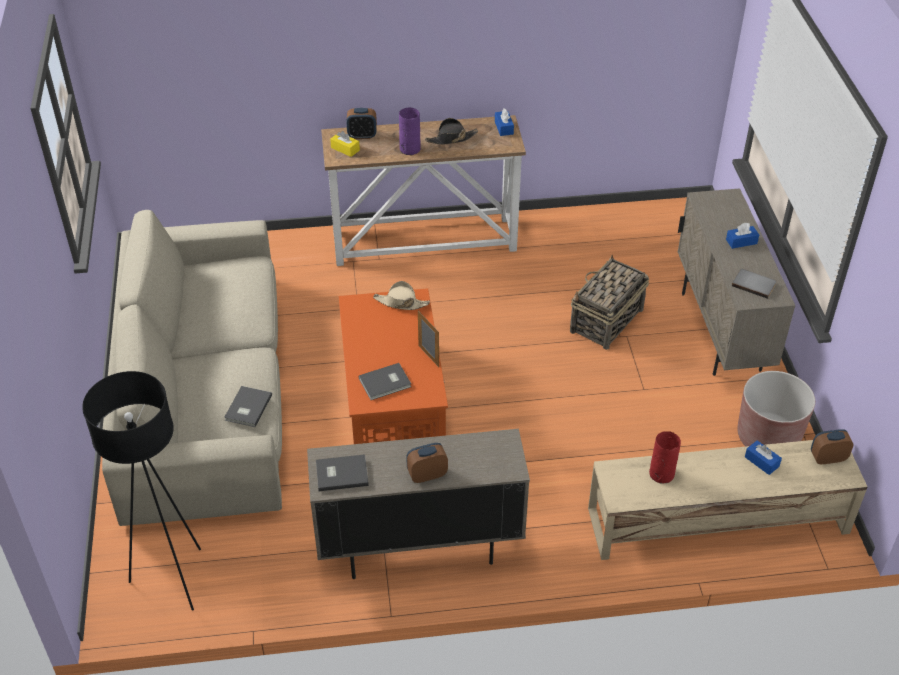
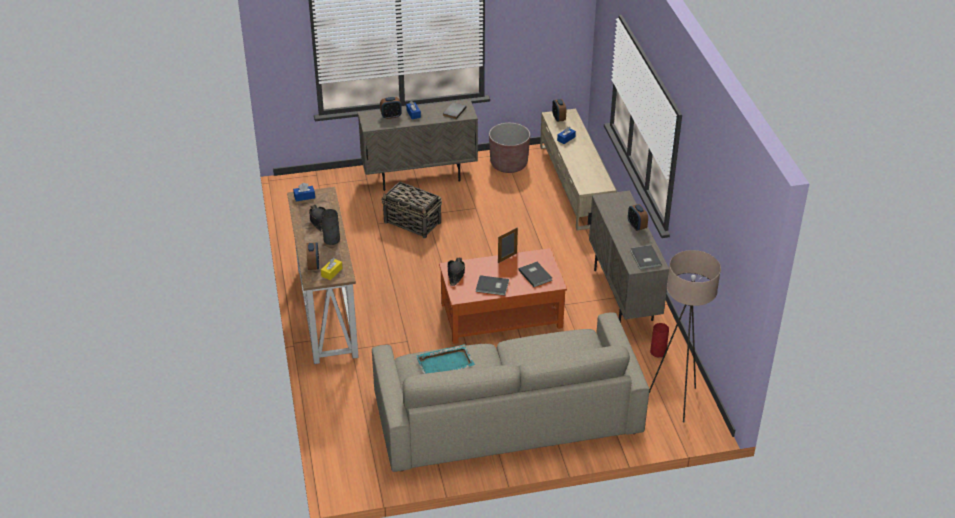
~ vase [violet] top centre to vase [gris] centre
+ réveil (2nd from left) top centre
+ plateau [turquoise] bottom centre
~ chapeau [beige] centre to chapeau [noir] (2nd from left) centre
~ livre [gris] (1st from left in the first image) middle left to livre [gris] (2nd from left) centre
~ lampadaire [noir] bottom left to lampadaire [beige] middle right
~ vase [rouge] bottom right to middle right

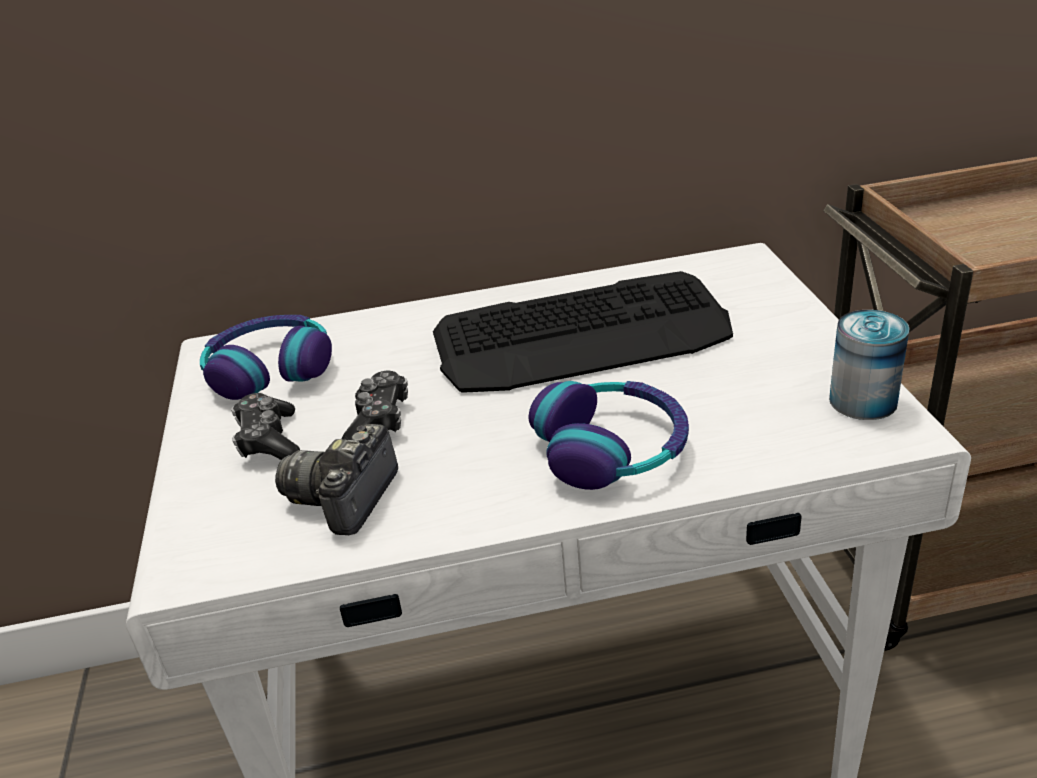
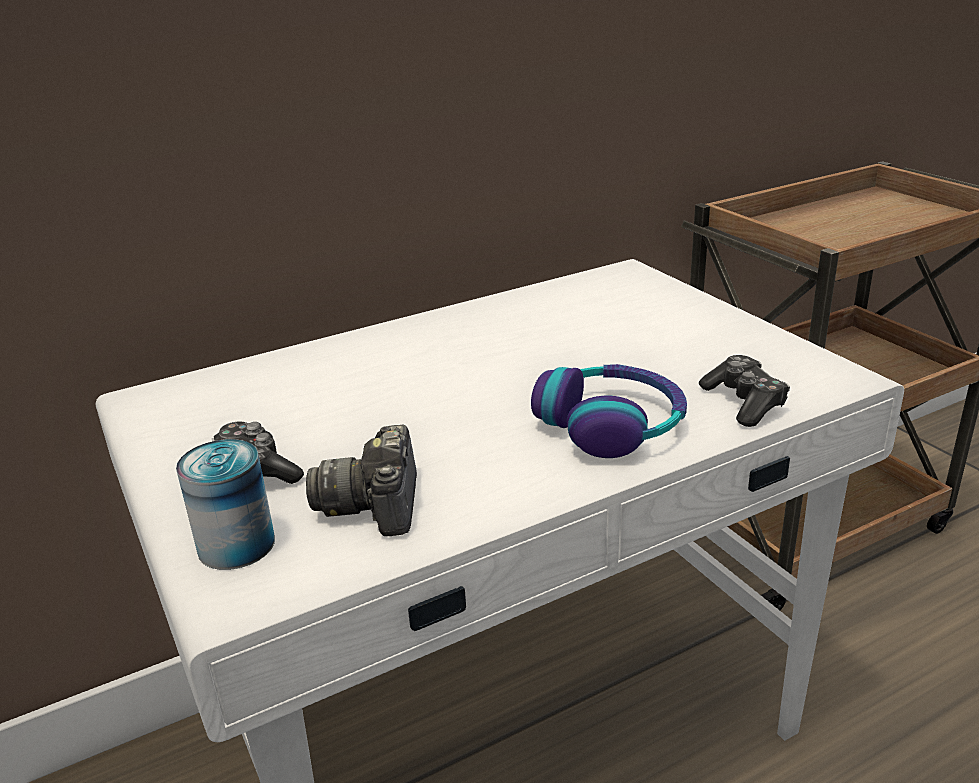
~ boîte métallique middle right to middle left
~ manette (2nd from left) centre to middle right
- casque audio (1st from left) middle left
- clavier centre

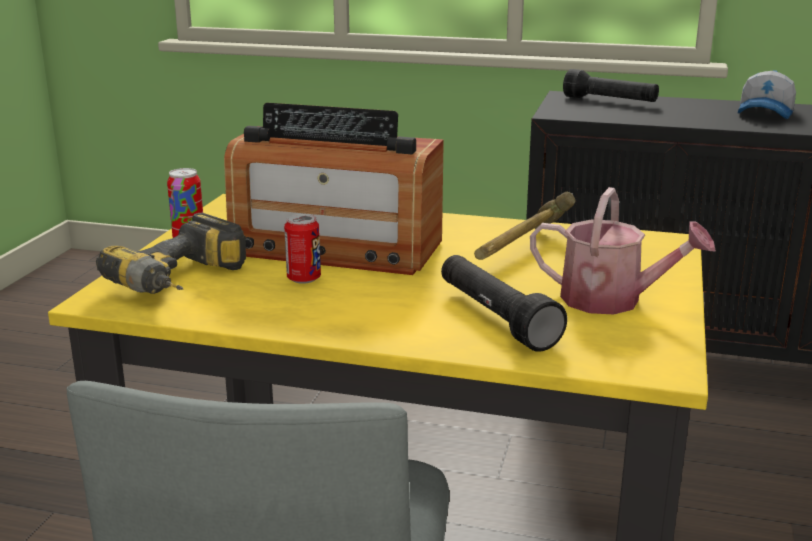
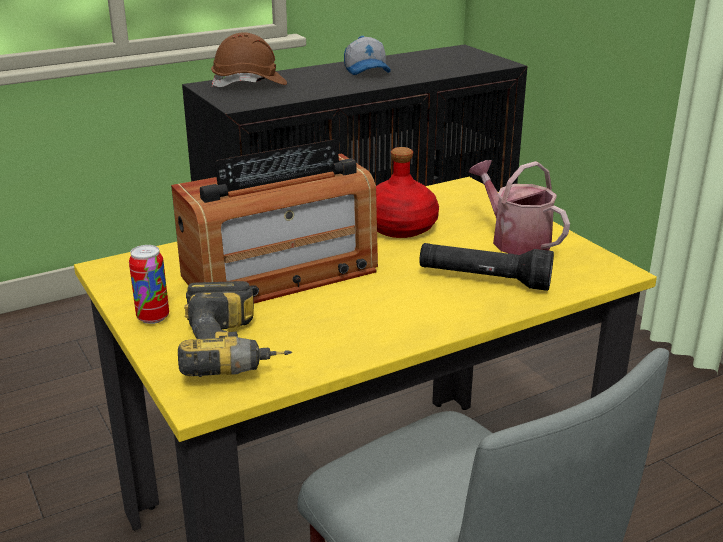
~ lampe de poche [noir] (2nd from left) top right to casque de chantier [marron] top centre
~ marteau centre to bouteille [rouge] centre
~ arrosoir middle right = middle right 105 degrees counterclockwise
- boîte métallique (2nd from left) centre

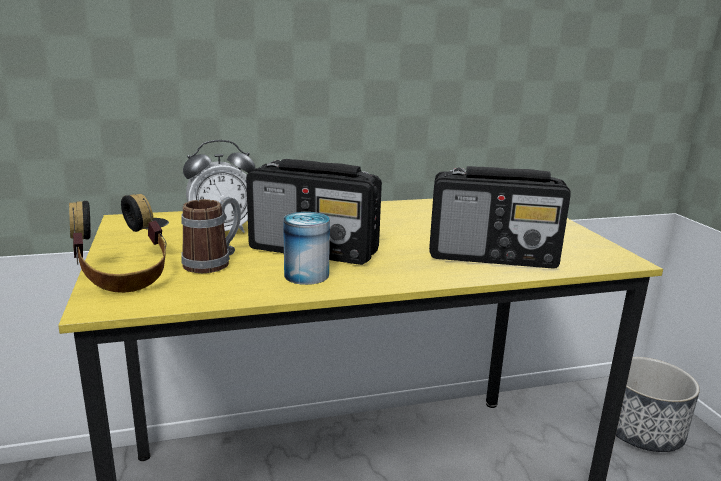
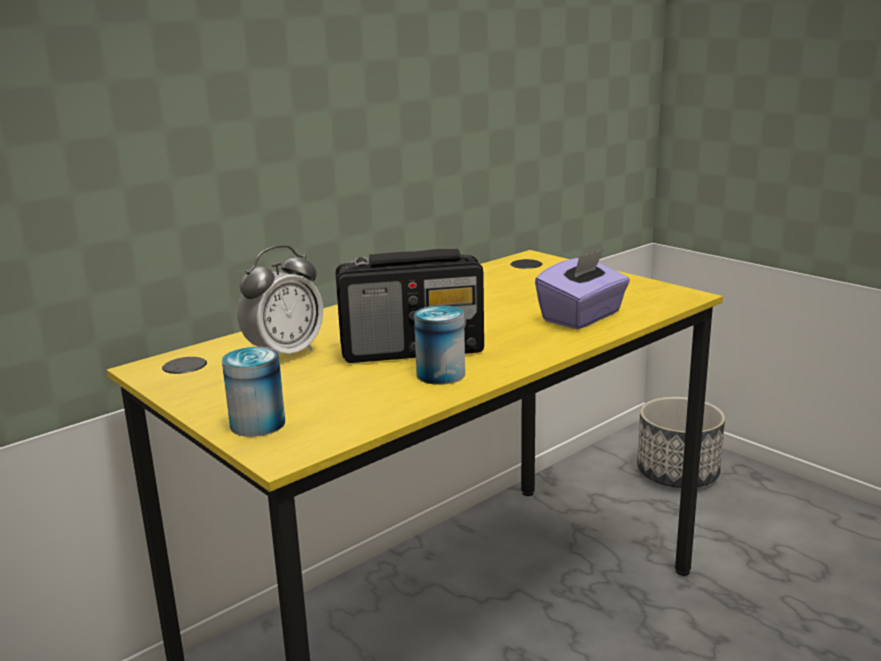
~ casque audio middle left to boîte métallique (1st from left) middle left
~ radio (2nd from left) middle right to boîte à mouchoirs [violet] centre
- mug middle left

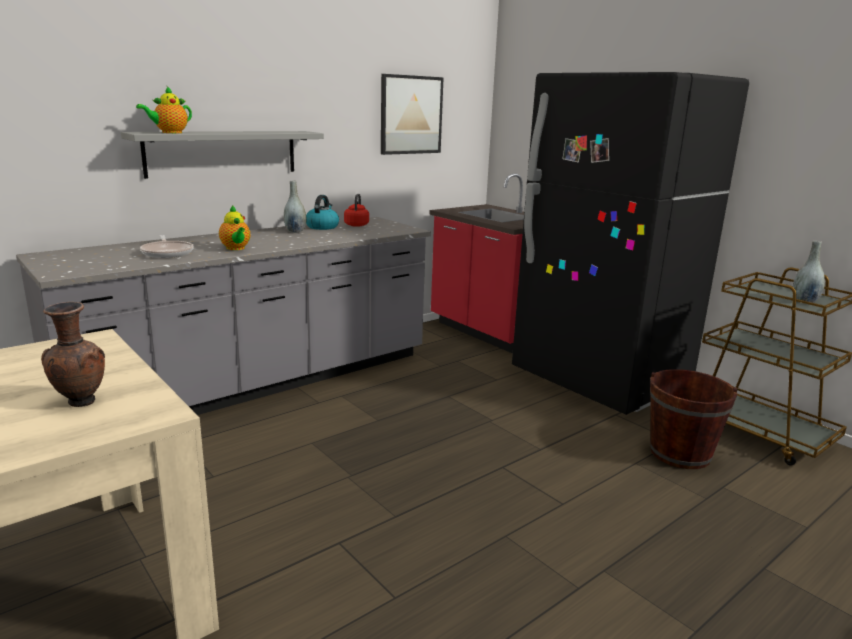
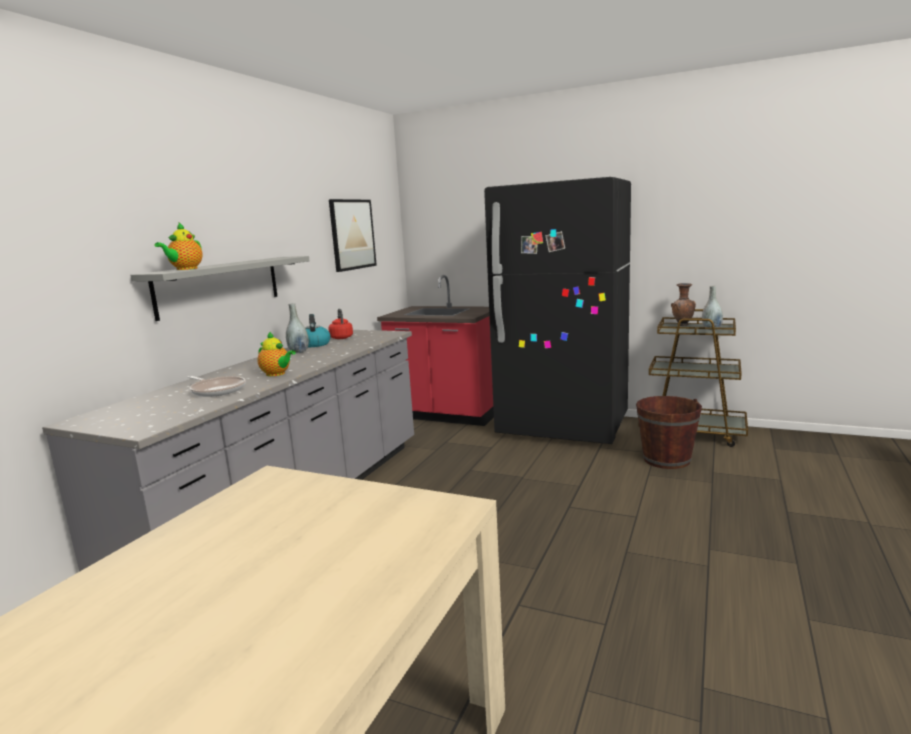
~ vase [marron] middle left to middle right

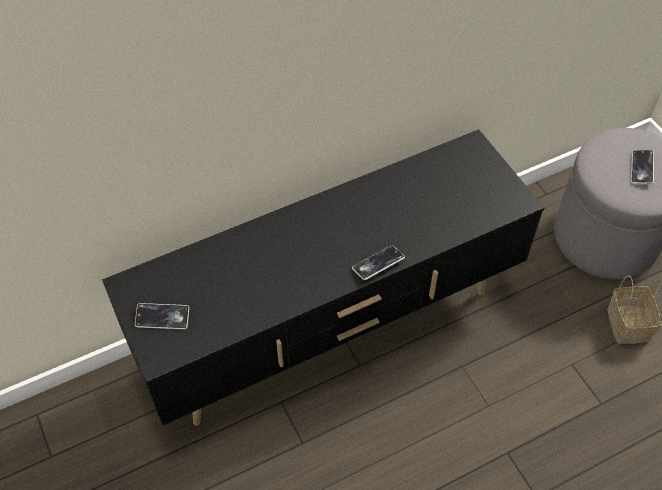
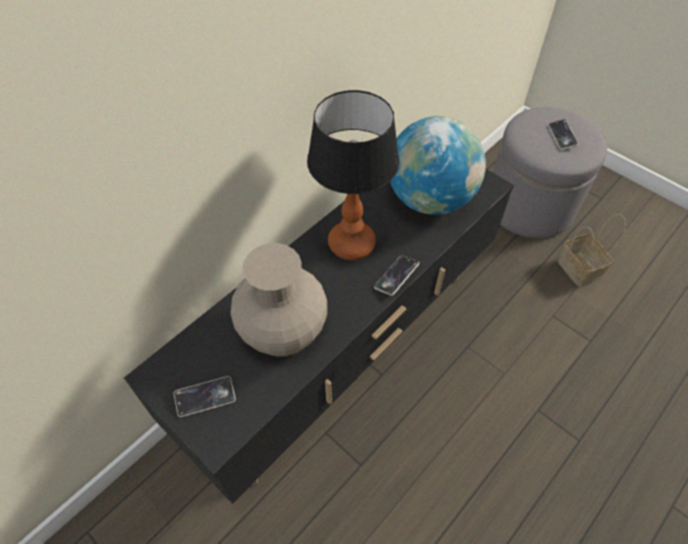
+ vase [beige] centre
+ lampe de table top centre
+ globe top centre

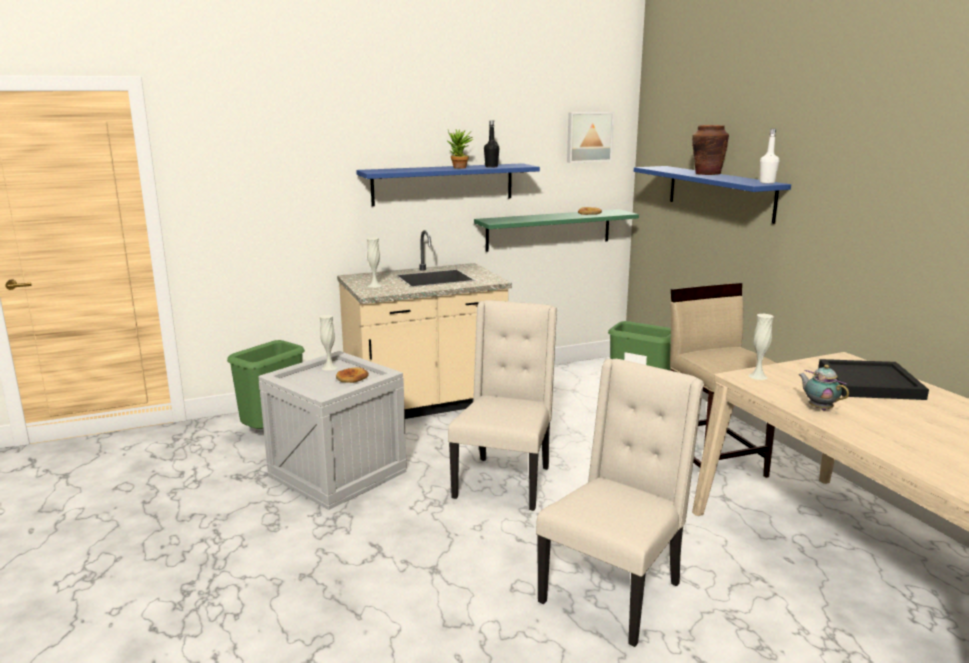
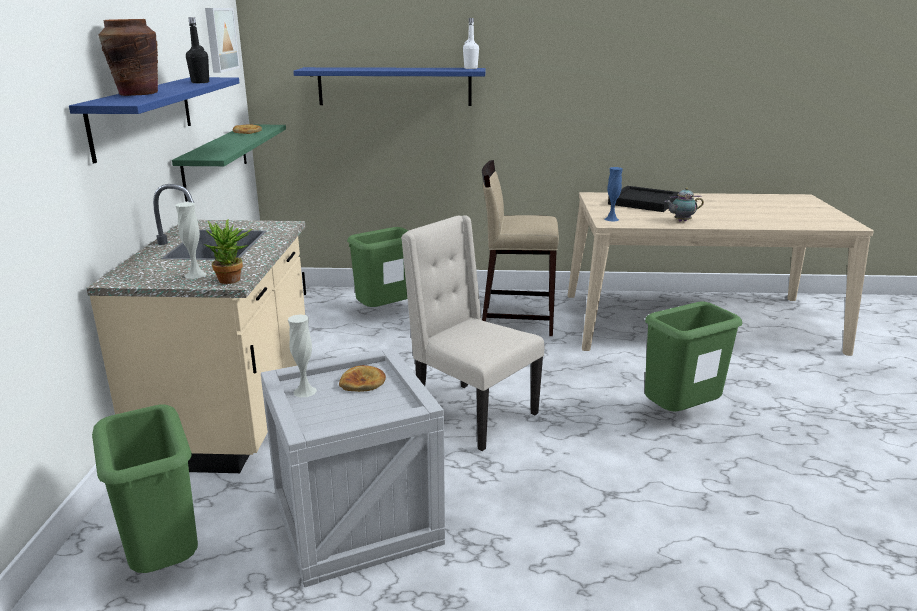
~ vase [marron] top right to top left
~ plante en pot top centre to middle left
~ vase [blanc] (3rd from left) middle right to vase [bleu] top right
~ chaise [beige] (2nd from left) bottom centre to poubelle [vert] (3rd from left) middle right

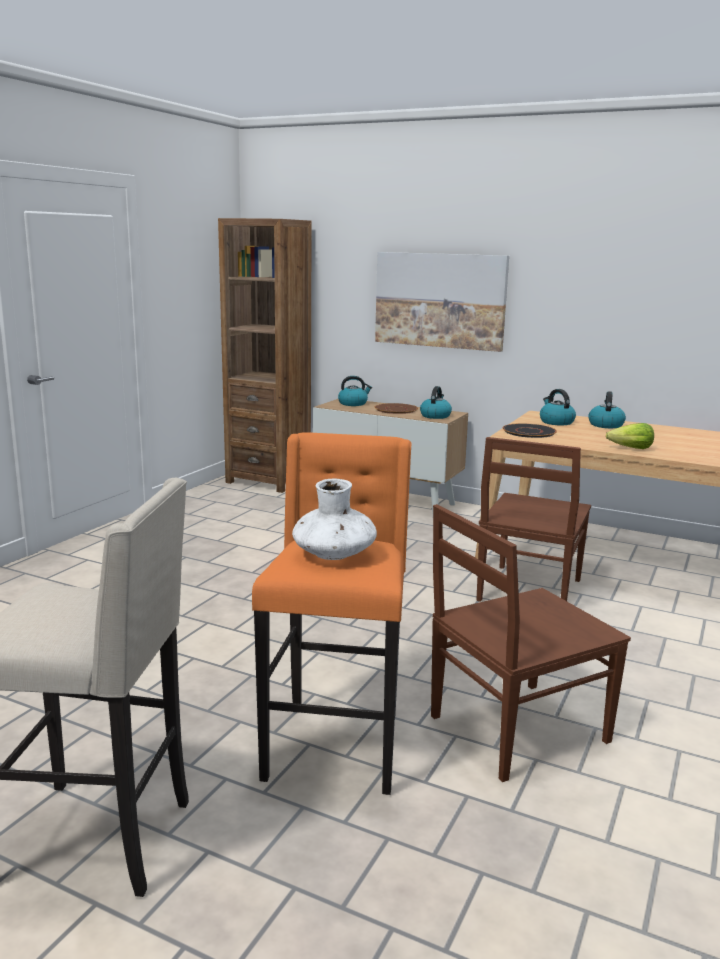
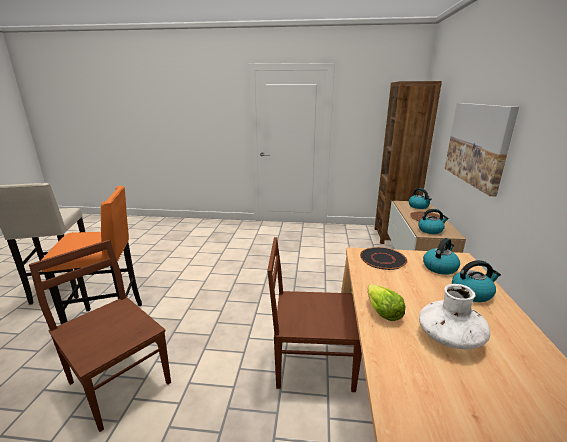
~ vase [blanc] centre to bottom right

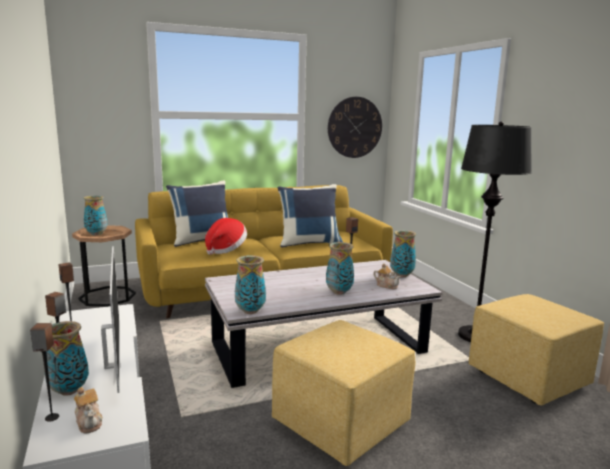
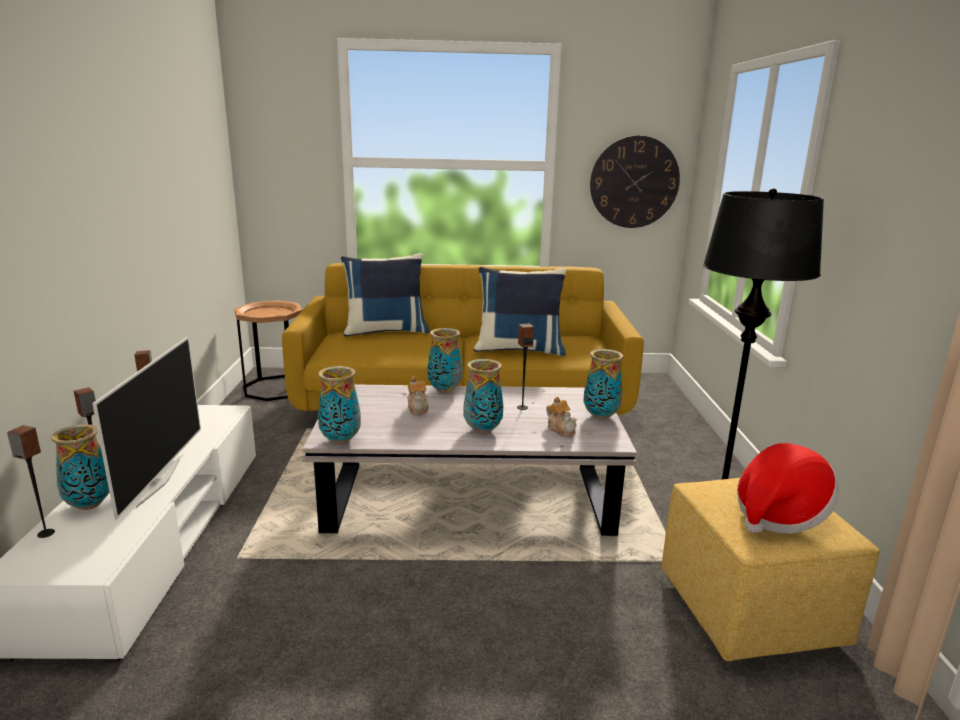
~ théière (1st from left) bottom left to centre
~ vase (2nd from left in the first image) middle left to vase (3rd from left) centre
~ chapeau centre to bottom right
- pouf [jaune] (1st from left) bottom centre

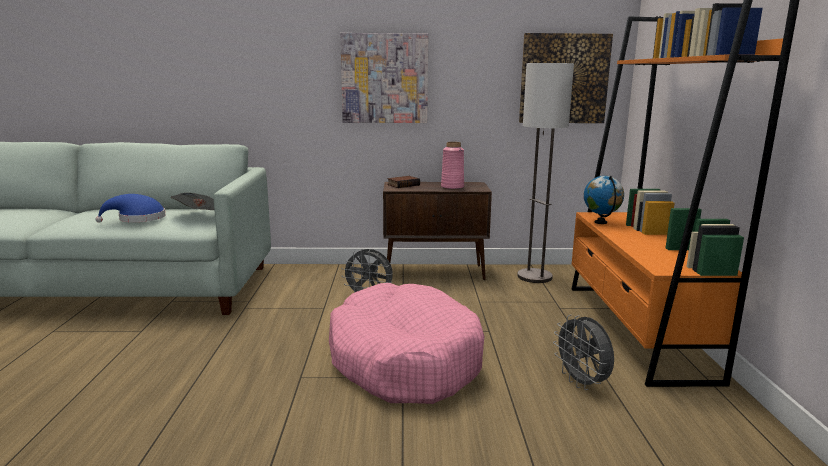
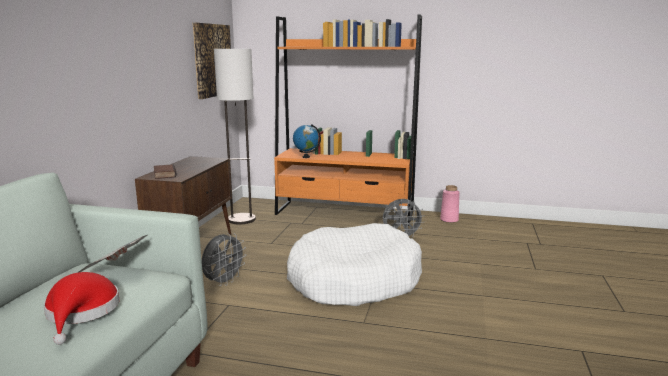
~ chapeau [bleu] middle left to chapeau [rouge] bottom left
~ panier pour chien [rose] bottom centre to panier pour chien [blanc] bottom centre
~ vase [rose] centre to middle right
- tableau (1st from left) top centre

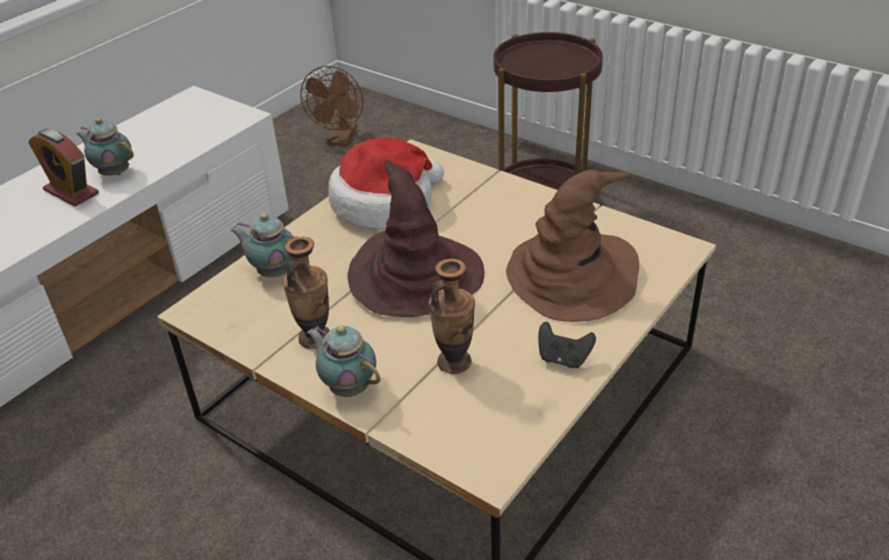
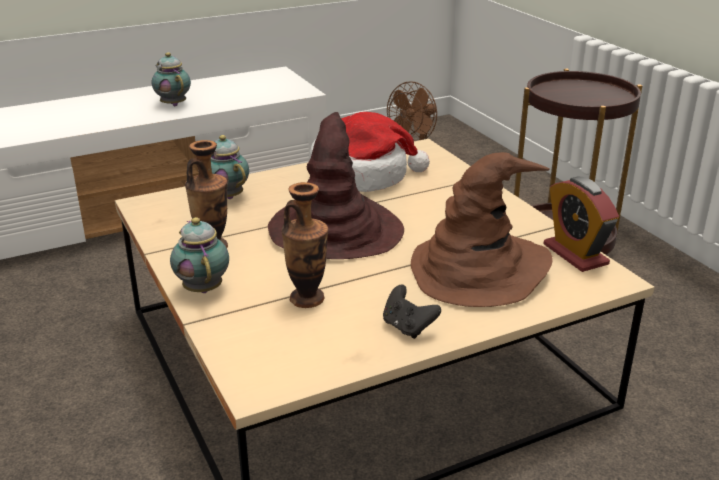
~ réveil top left to middle right

